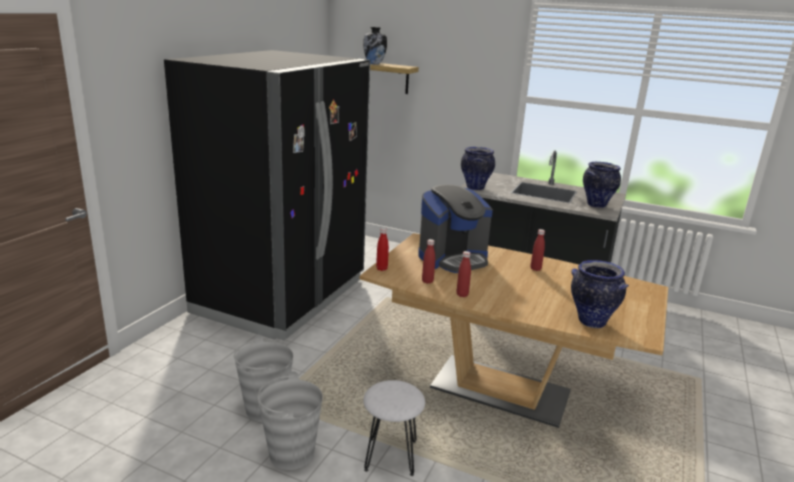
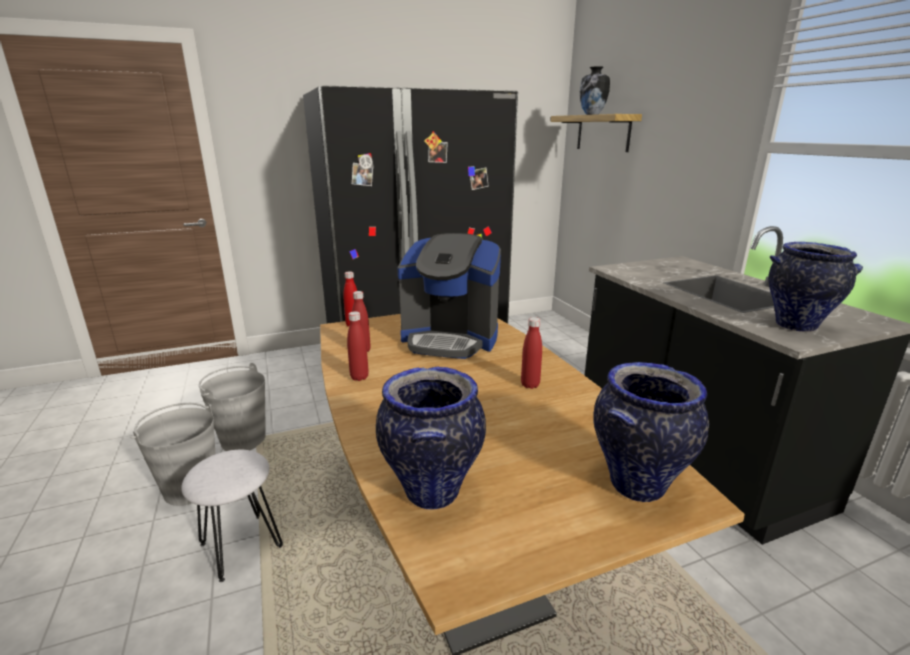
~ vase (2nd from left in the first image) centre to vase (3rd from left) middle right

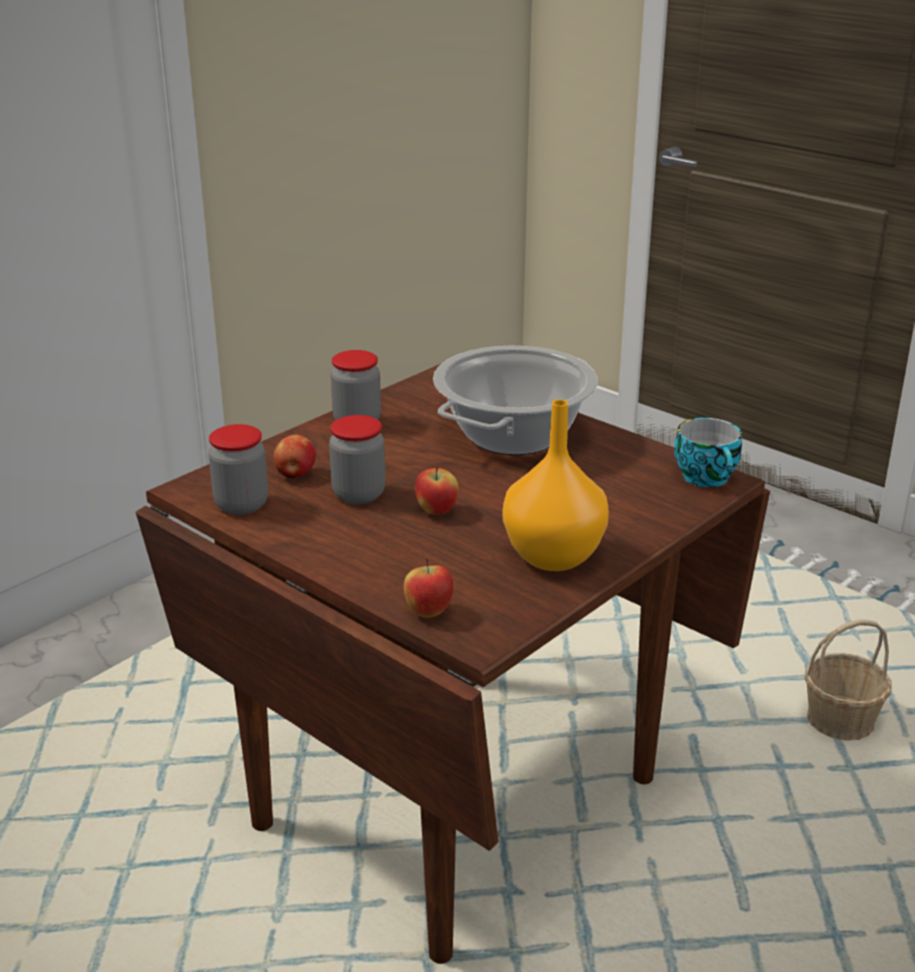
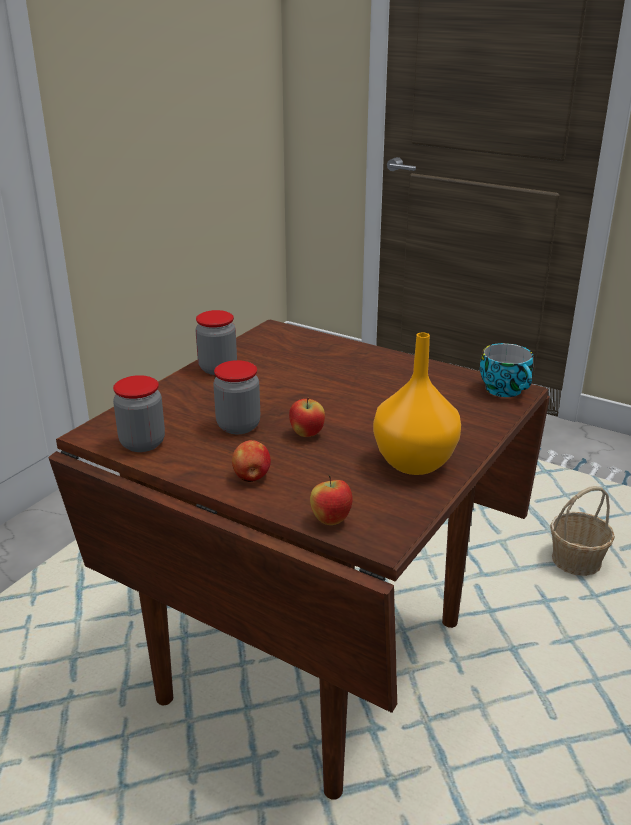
~ pomme (1st from left) middle left to centre
- marmite centre

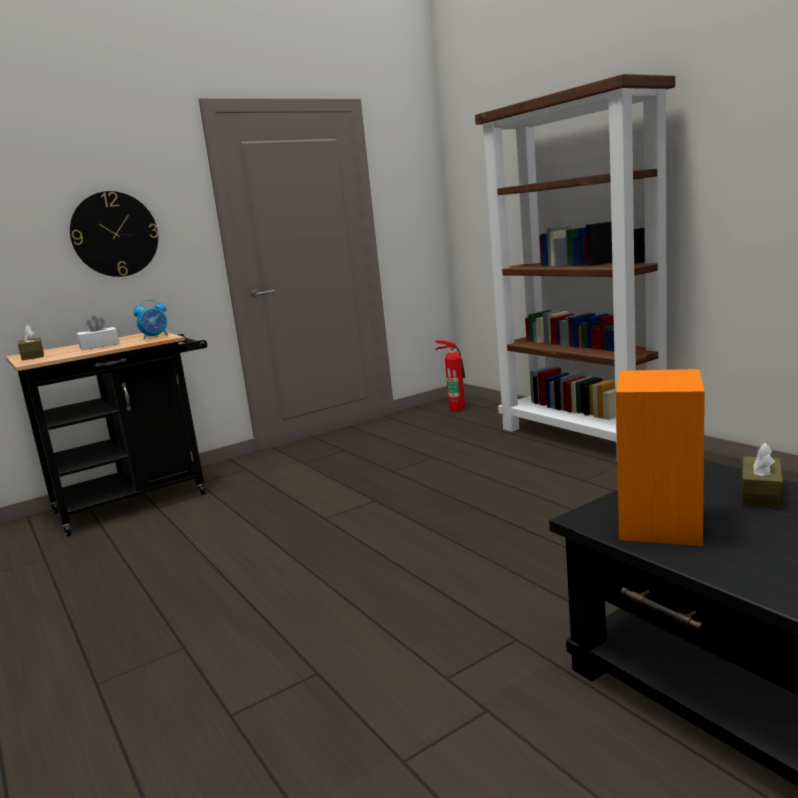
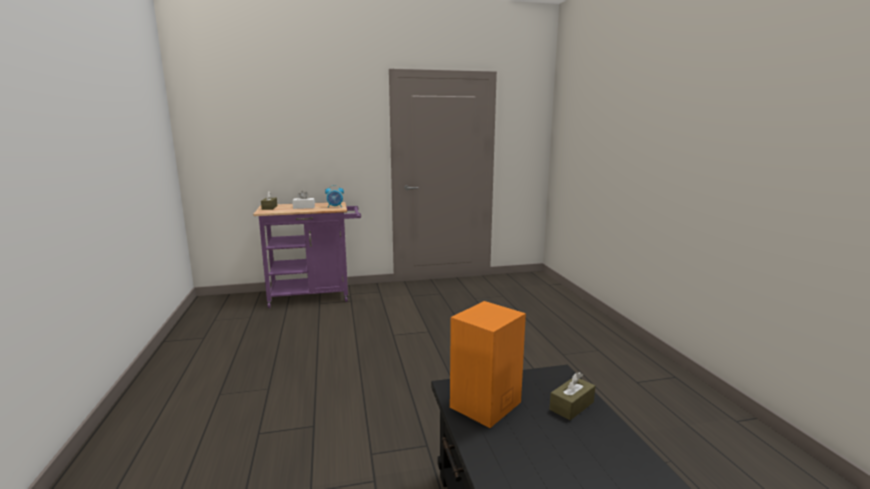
~ chariot [noir] middle left to chariot [violet] centre
- horloge murale top left
- extincteur centre
- bibliothèque [marron] top right

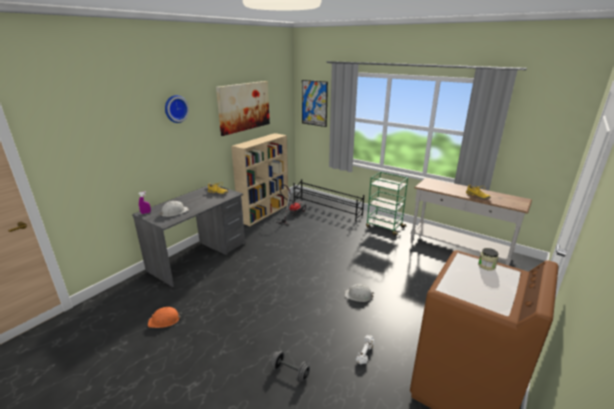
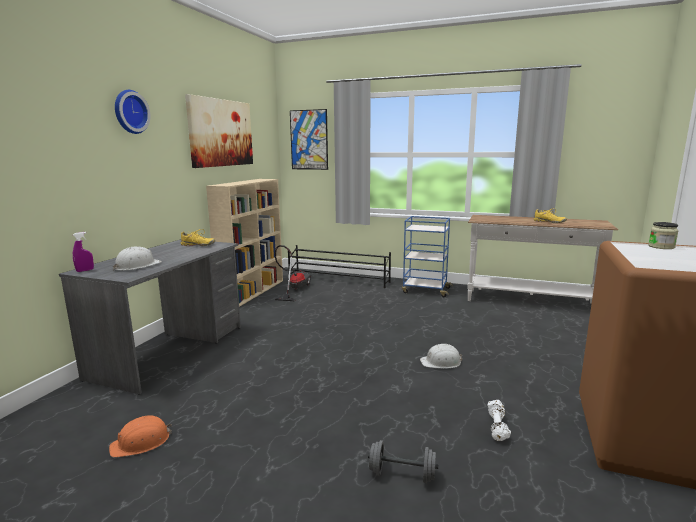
~ chariot [vert] centre to chariot [bleu] centre

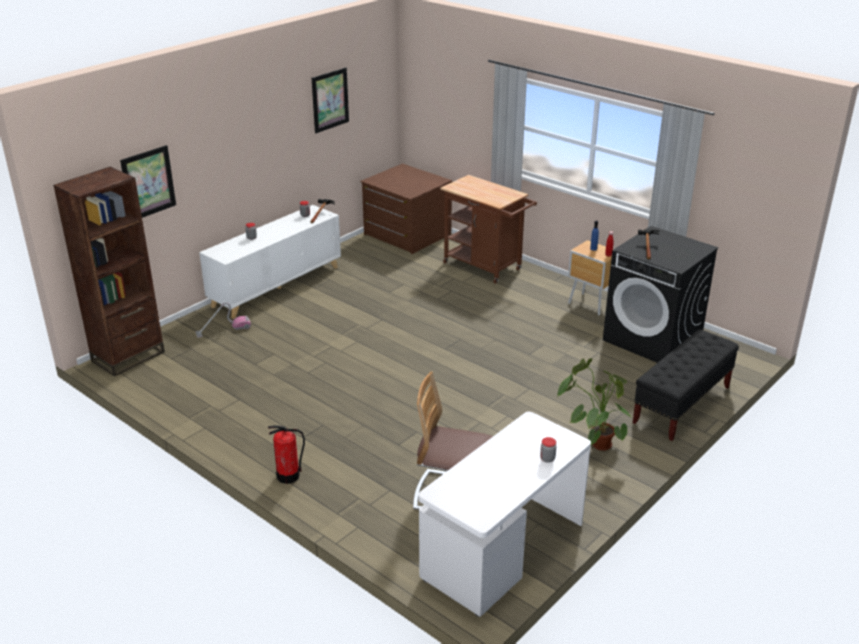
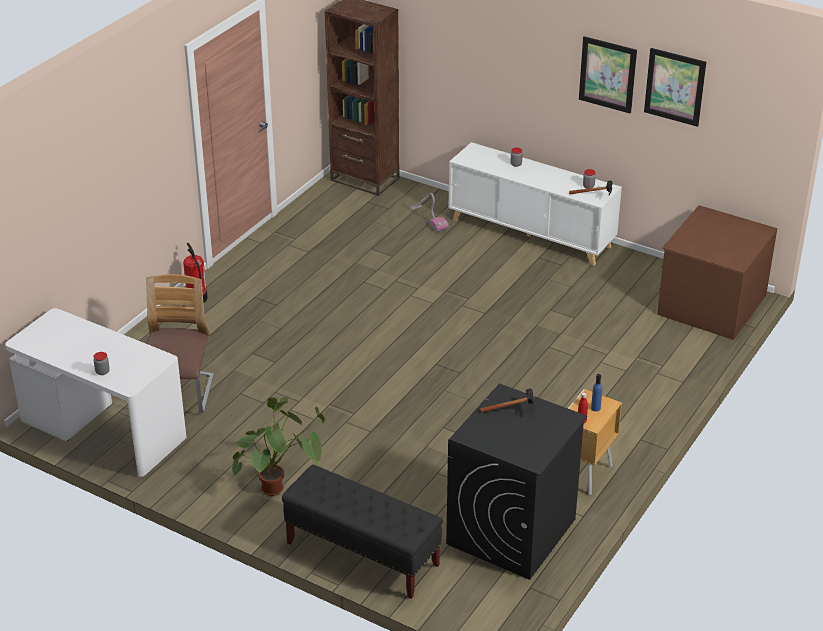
~ tableau (1st from left) top left to top right
- chariot [marron] centre

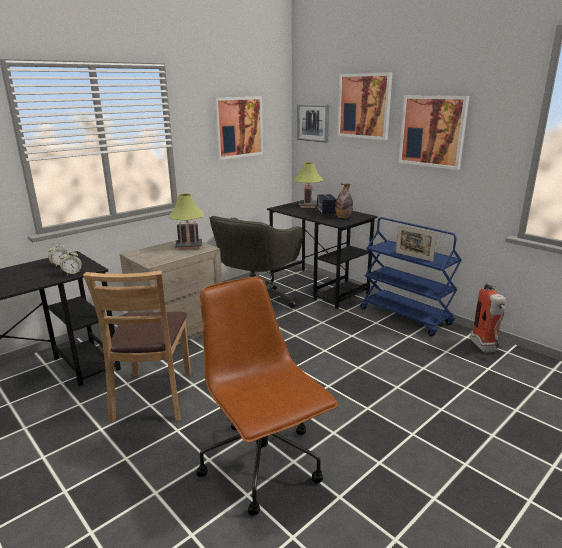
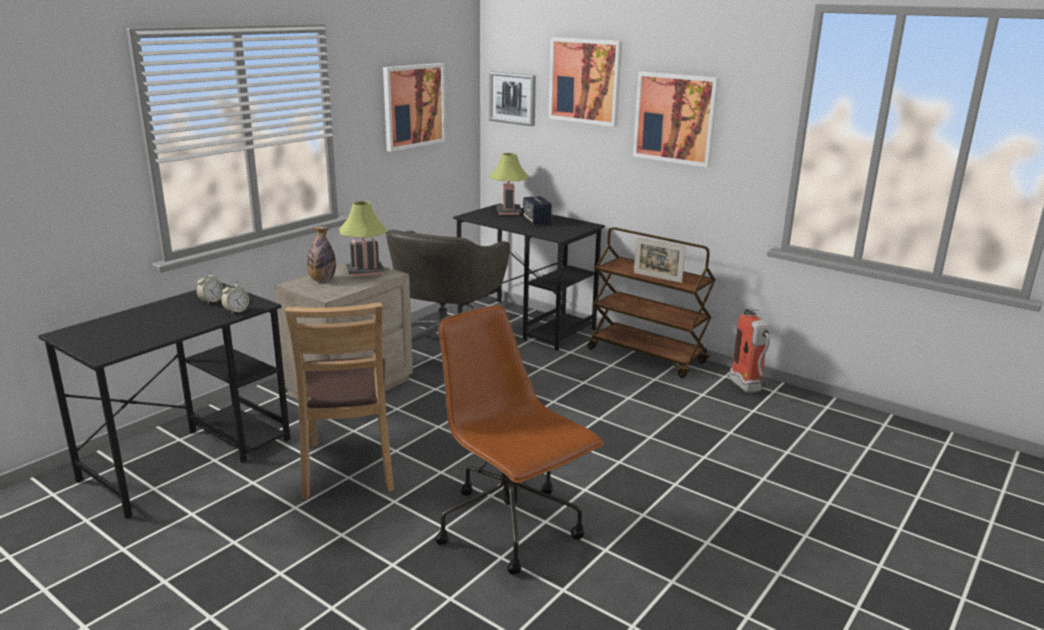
~ bouteille centre to middle left
~ chariot [bleu] middle right to chariot [marron] centre

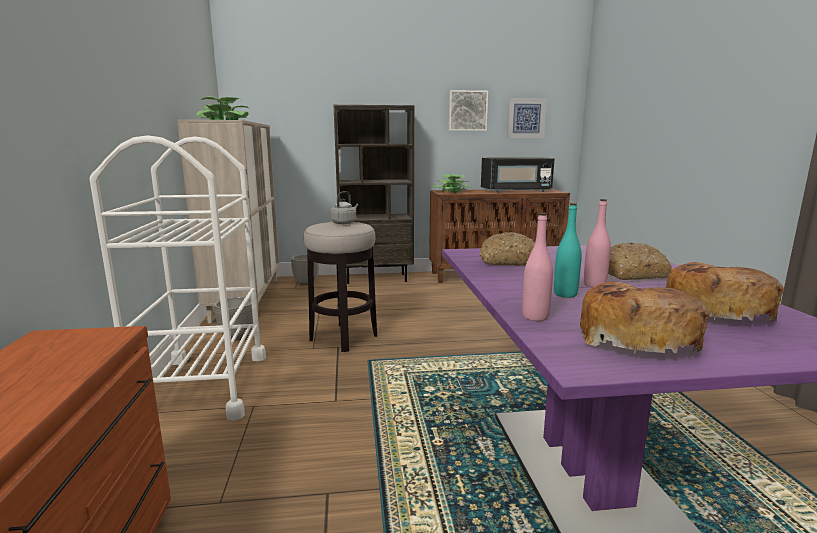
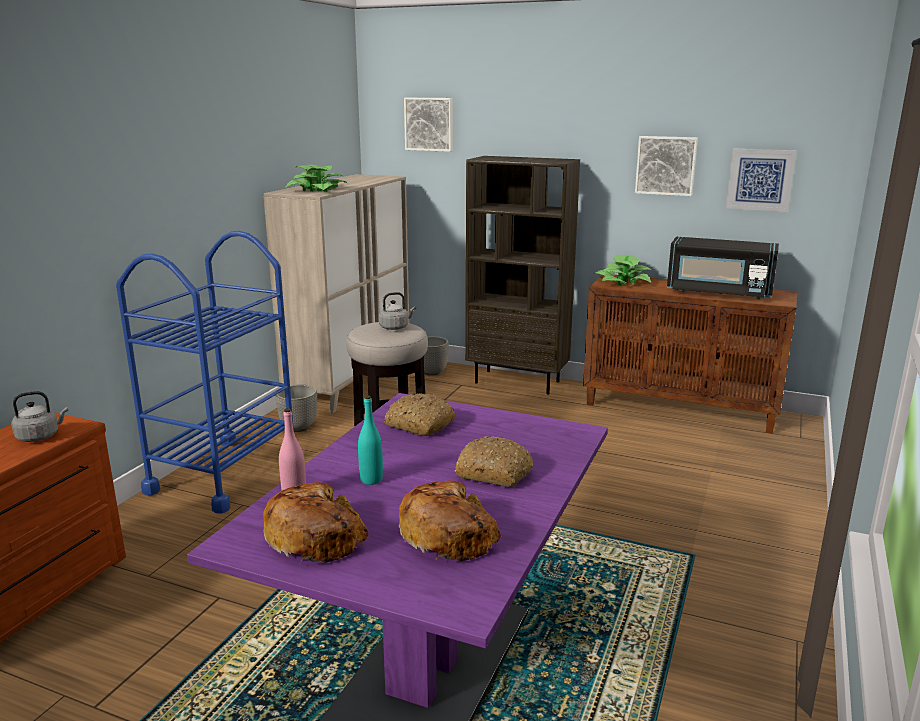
+ bouilloire [gris] (1st from left) middle left
~ chariot [blanc] middle left to chariot [bleu] middle left
+ tableau (1st from left) top centre
- bouteille [rose] (2nd from left) middle right

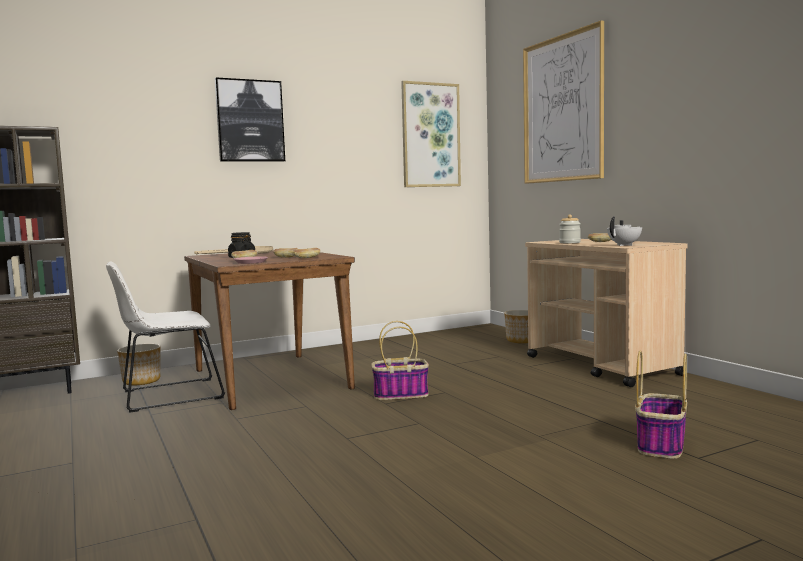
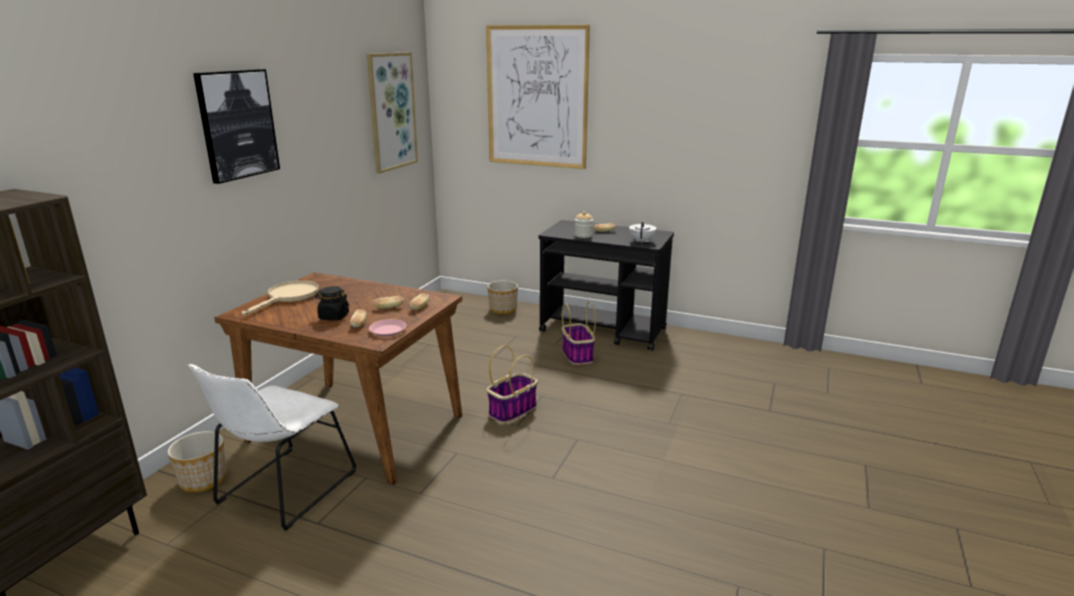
~ chariot [beige] middle right to chariot [noir] centre
~ panier (2nd from left) bottom right to centre

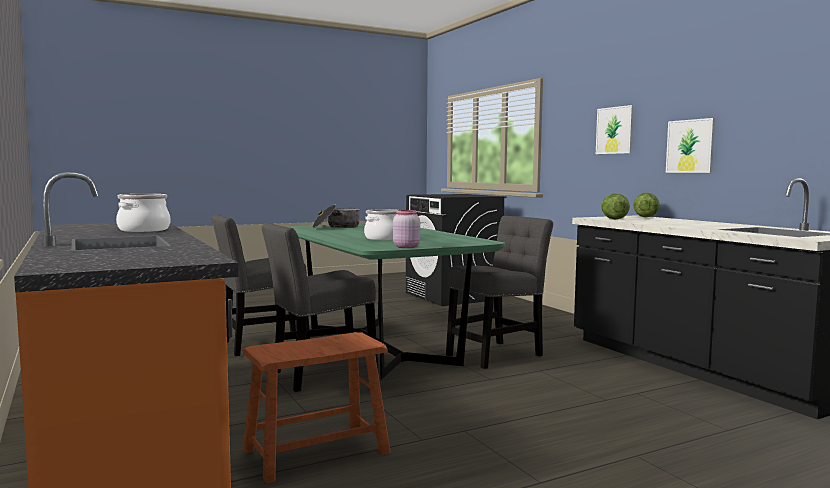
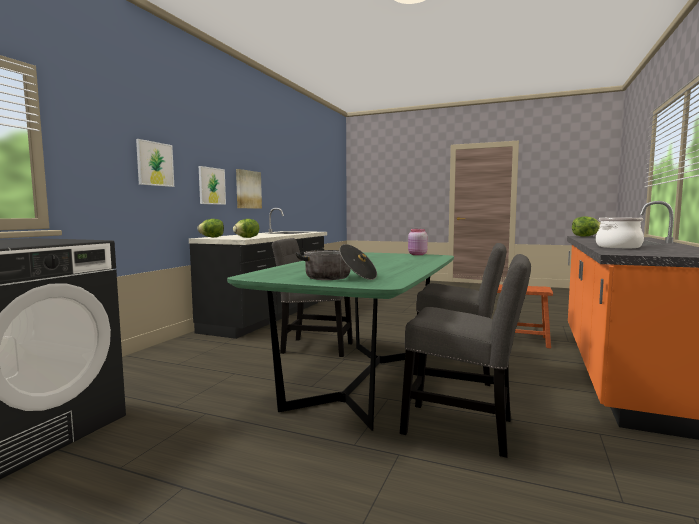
+ tableau (3rd from left) centre
+ laitue (3rd from left) middle right
- marmite (3rd from left) centre

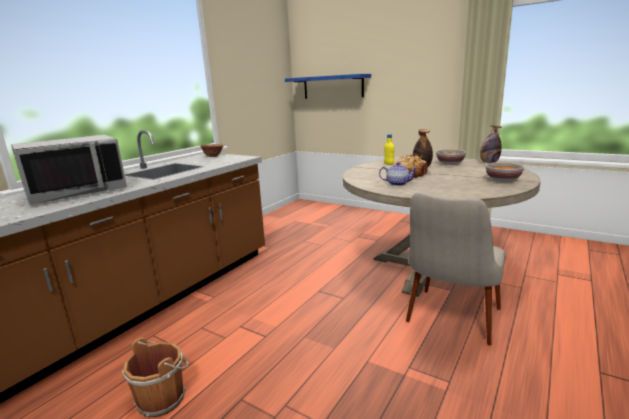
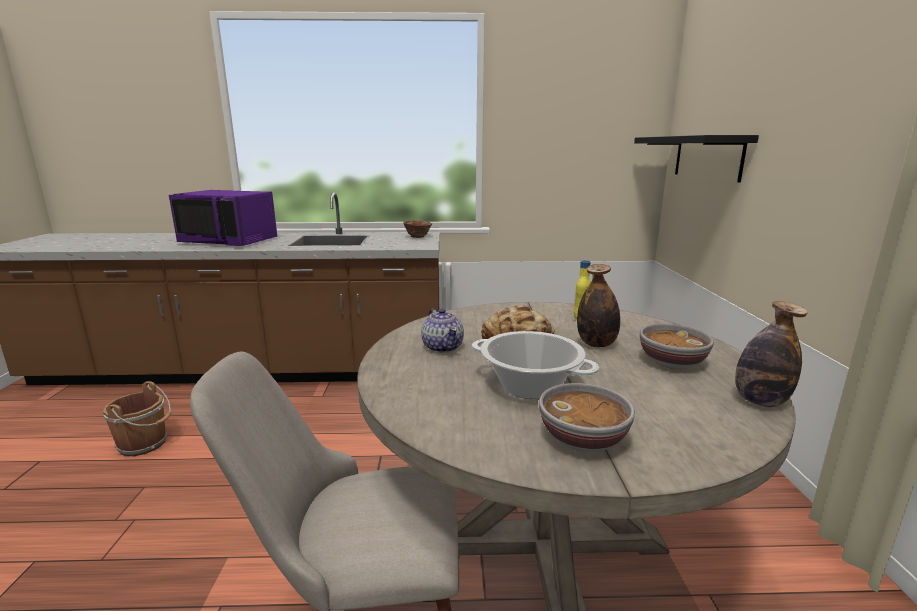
~ micro-ondes [gris] middle left to micro-ondes [violet] middle left
+ marmite centre
~ étagère [bleu] top centre to étagère [noir] top right

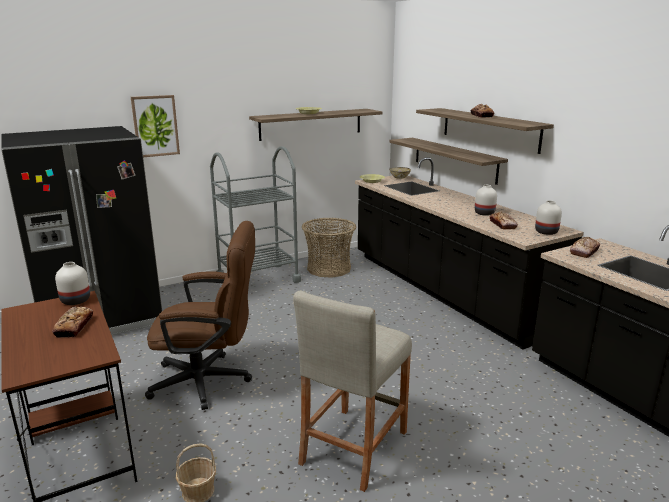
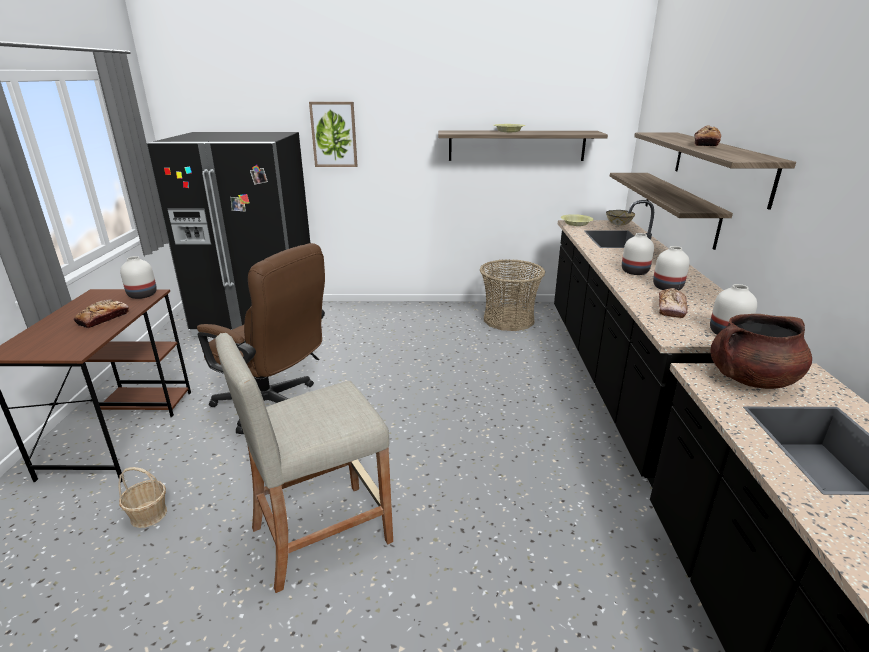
+ vase [blanc] (2nd from left) middle right
~ pain (4th from left) middle right to marmite [marron] middle right
- chariot [gris] centre

